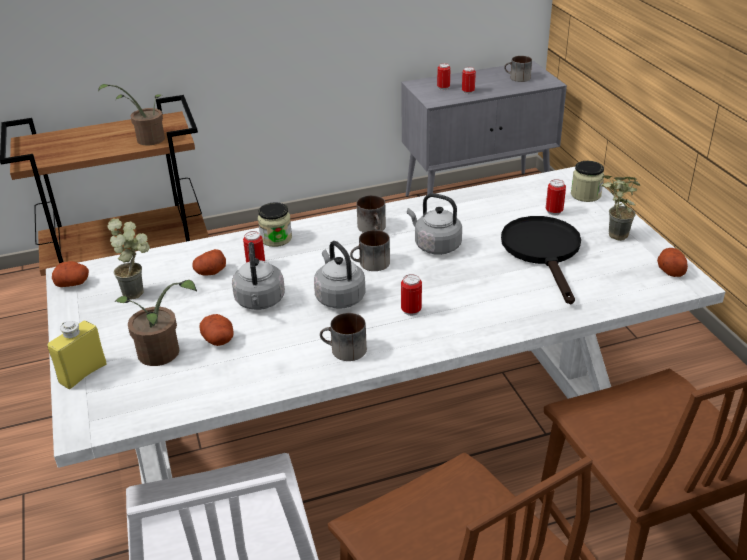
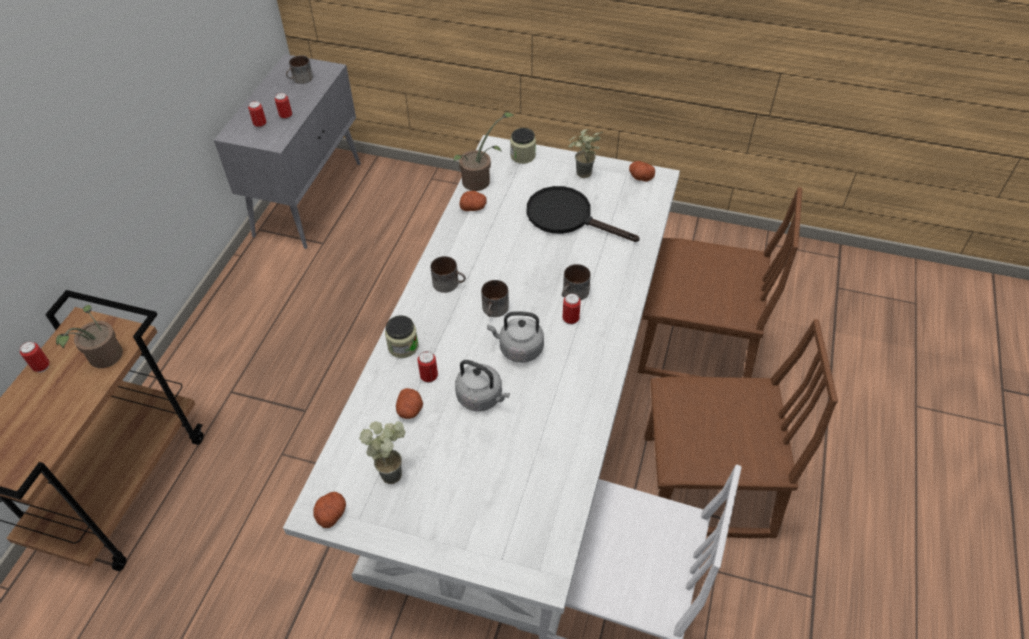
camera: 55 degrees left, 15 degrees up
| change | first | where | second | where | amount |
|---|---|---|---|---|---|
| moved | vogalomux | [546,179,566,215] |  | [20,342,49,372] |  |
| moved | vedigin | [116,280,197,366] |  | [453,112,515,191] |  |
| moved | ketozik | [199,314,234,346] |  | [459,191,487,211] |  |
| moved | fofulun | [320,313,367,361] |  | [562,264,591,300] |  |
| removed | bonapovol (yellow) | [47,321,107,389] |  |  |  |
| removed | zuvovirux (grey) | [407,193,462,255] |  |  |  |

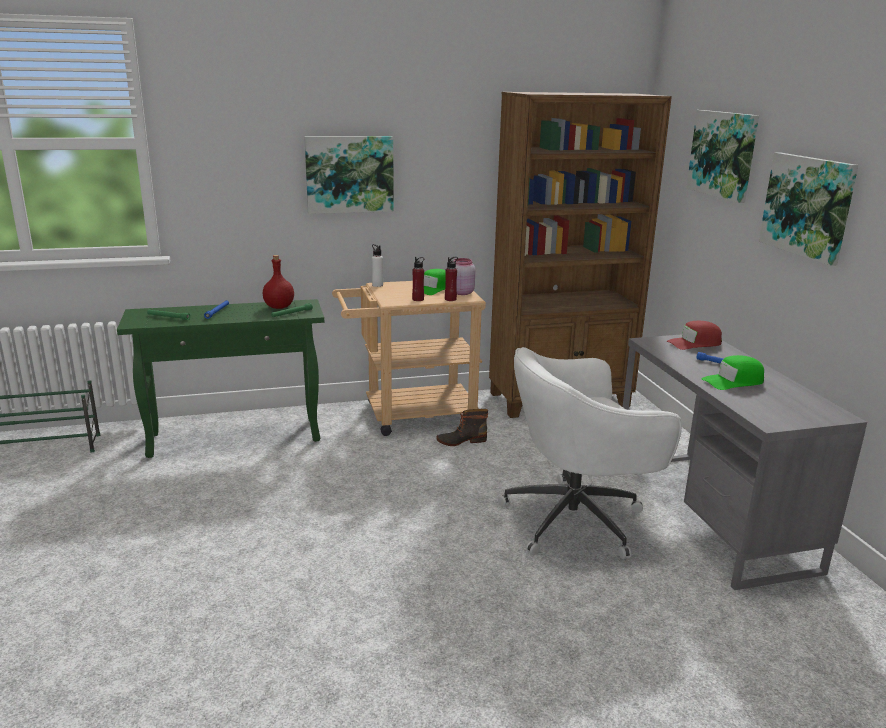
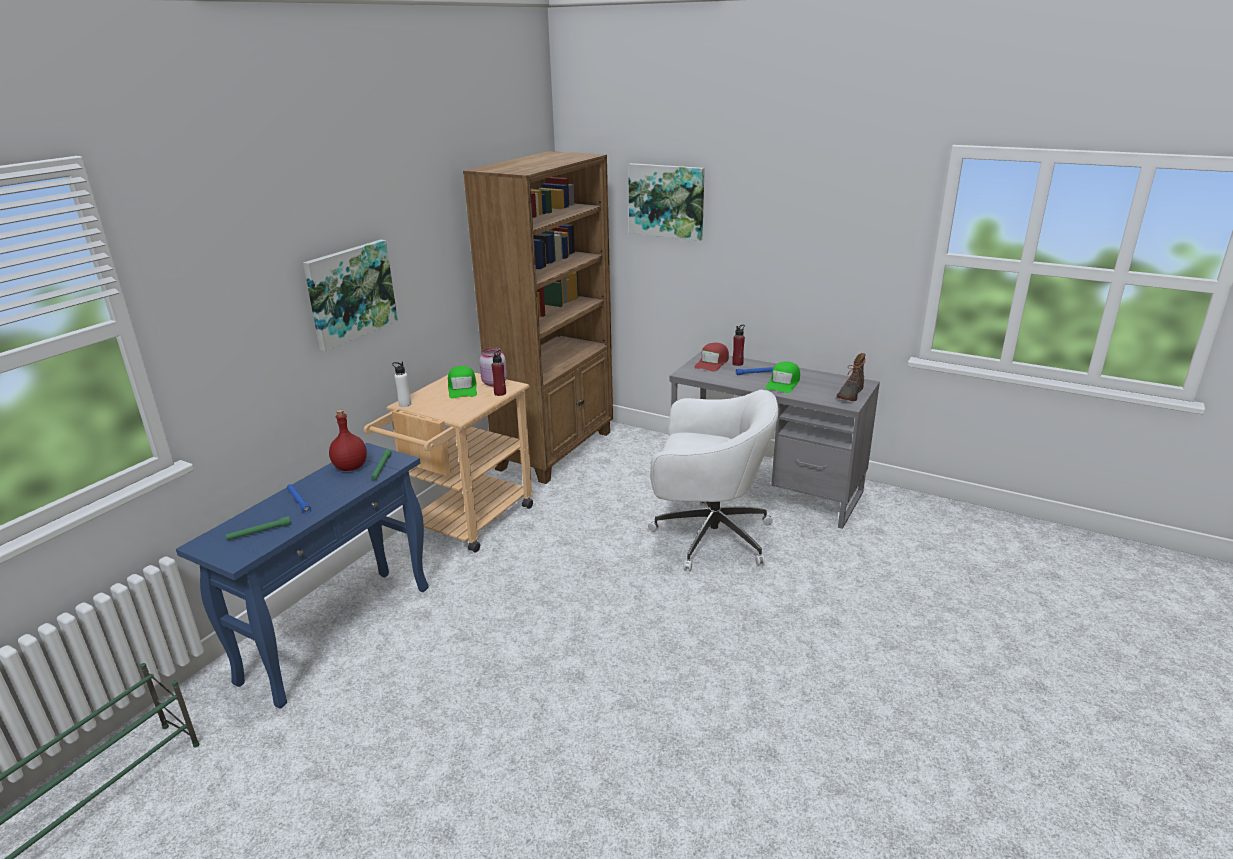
camera: 45 degrees left, 5 degrees up
| change | first | where | second | where | amount |
|---|---|---|---|---|---|
| recoloured | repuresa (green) | [117,299,324,458] | repuresa (blue) | [176,443,429,709] |  |
| turned | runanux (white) | [498,347,682,559] |  | [648,390,779,571] | 105 degrees counterclockwise |
| moved | bonapovol (red) | [412,257,424,301] |  | [732,325,745,366] |  |
| moved | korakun | [436,409,488,446] |  | [837,353,865,401] |  |
| removed | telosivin | [759,152,858,266] |  |  |  |

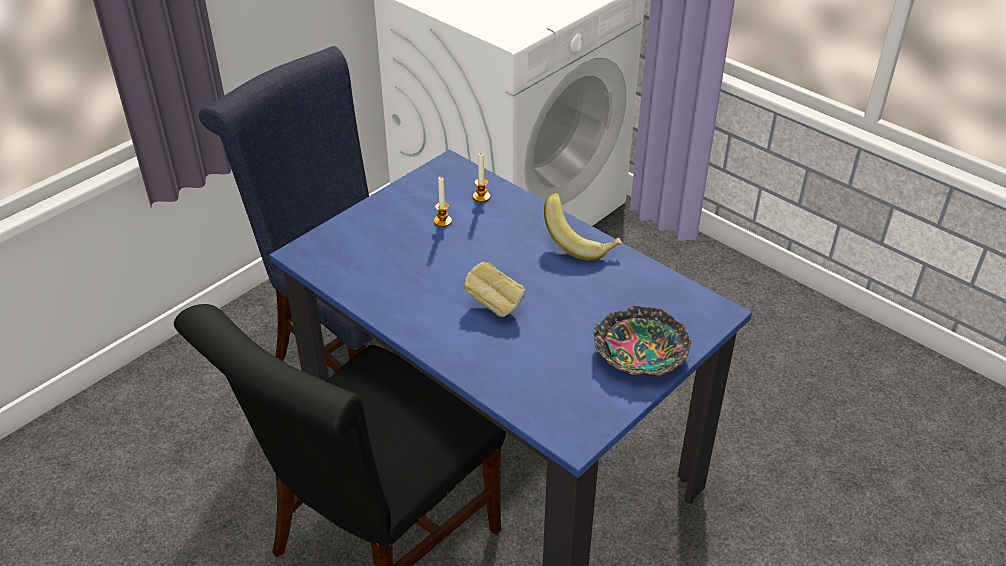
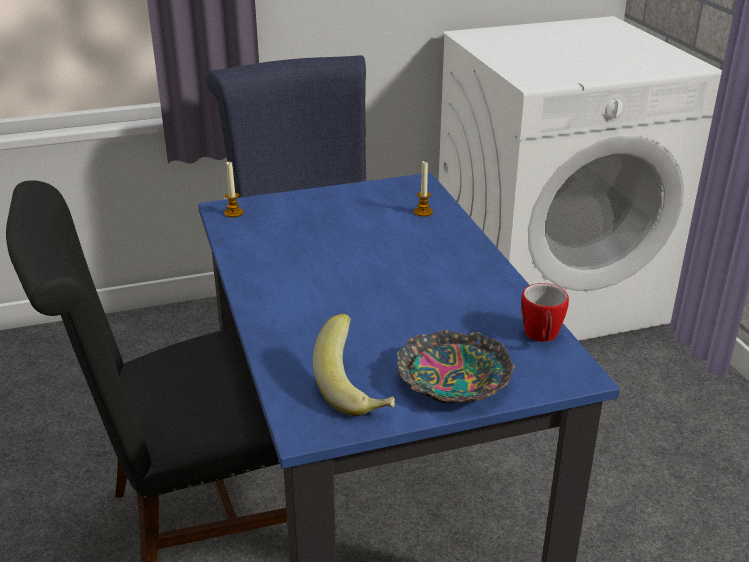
camera: 30 degrees right, 10 degrees down
| change | first | where | second | where | amount |
|---|---|---|---|---|---|
| moved | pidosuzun | [434,177,452,227] |  | [224,162,243,217] |  |
| moved | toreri | [544,193,622,261] |  | [313,314,395,416] |  |
| added |  |  | fofulun | [521,283,569,342] |  |
| removed | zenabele | [464,261,525,317] |  |  |  |

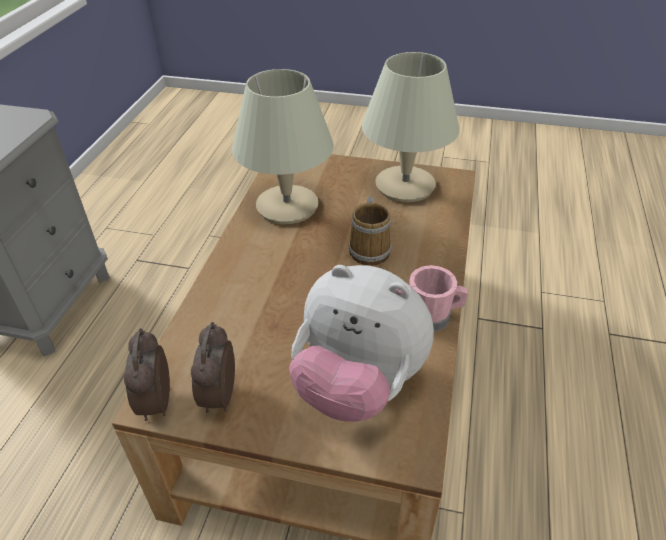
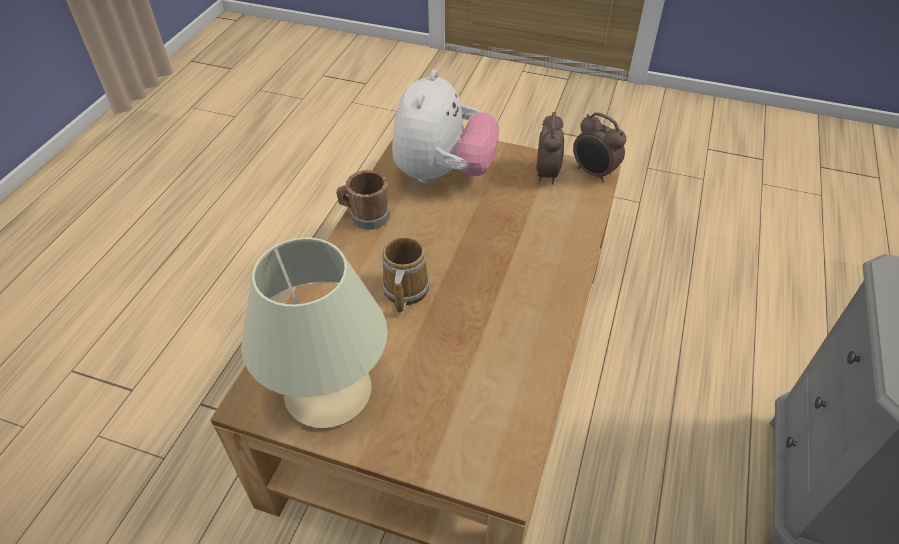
camera: 175 degrees left, 5 degrees up
| change | first | where | second | where | amount |
|---|---|---|---|---|---|
| recoloured | fofulun (pink) | [409,265,468,332] | fofulun (brown) | [336,170,389,230] |  |
| turned | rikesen | [289,265,434,422] |  | [392,70,499,184] | 75 degrees clockwise |
| turned | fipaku | [124,328,170,421] |  | [573,112,626,182] | 135 degrees clockwise |
| removed | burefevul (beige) | [232,69,334,224] |  |  |  |

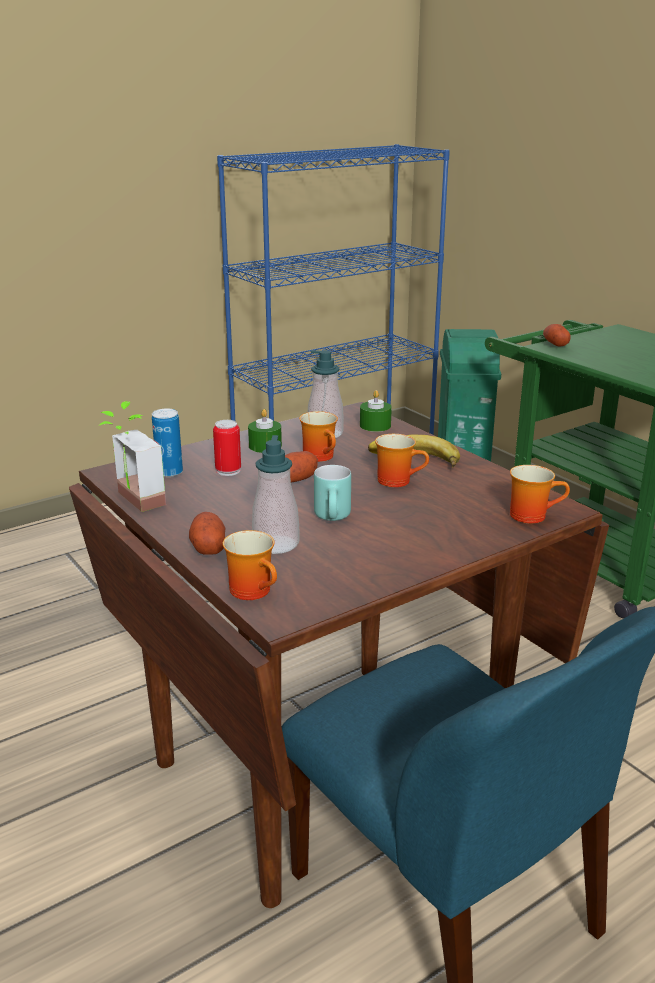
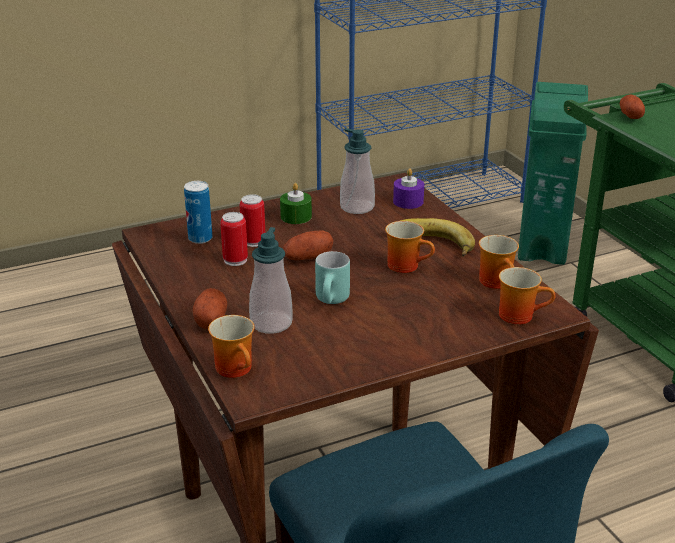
camera: 10 degrees right, 5 degrees up
| change | first | where | second | where | amount |
|---|---|---|---|---|---|
| added |  |  | vogalomux | [220,212,248,266] |  |
| recoloured | pidosuzun (green) | [360,390,392,432] | pidosuzun (purple) | [393,168,424,209] |  |
| moved | fofulun | [299,411,338,462] |  | [479,235,519,289] |  |
| removed | vedigin | [98,401,166,512] |  |  |  |

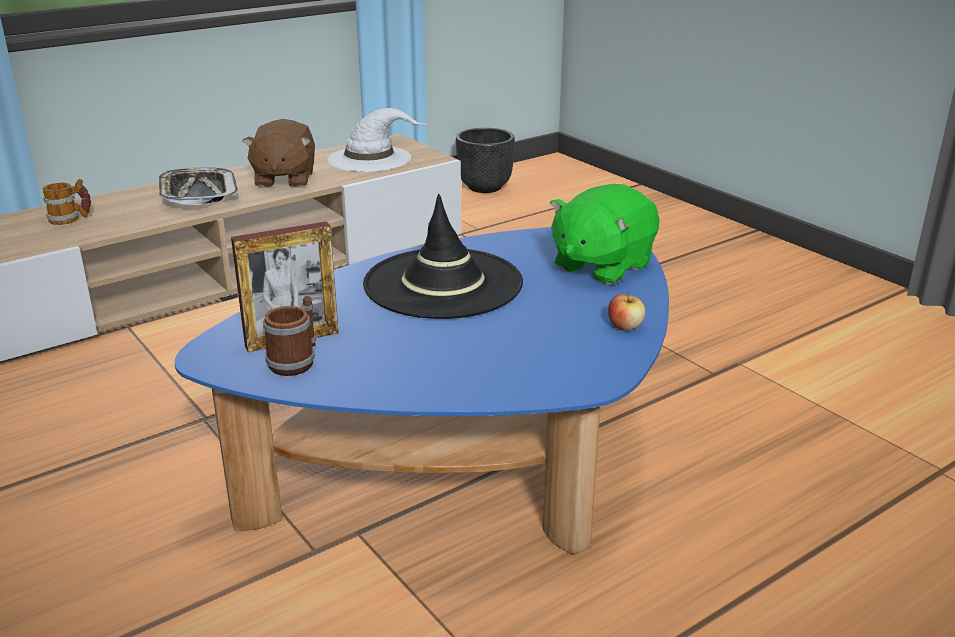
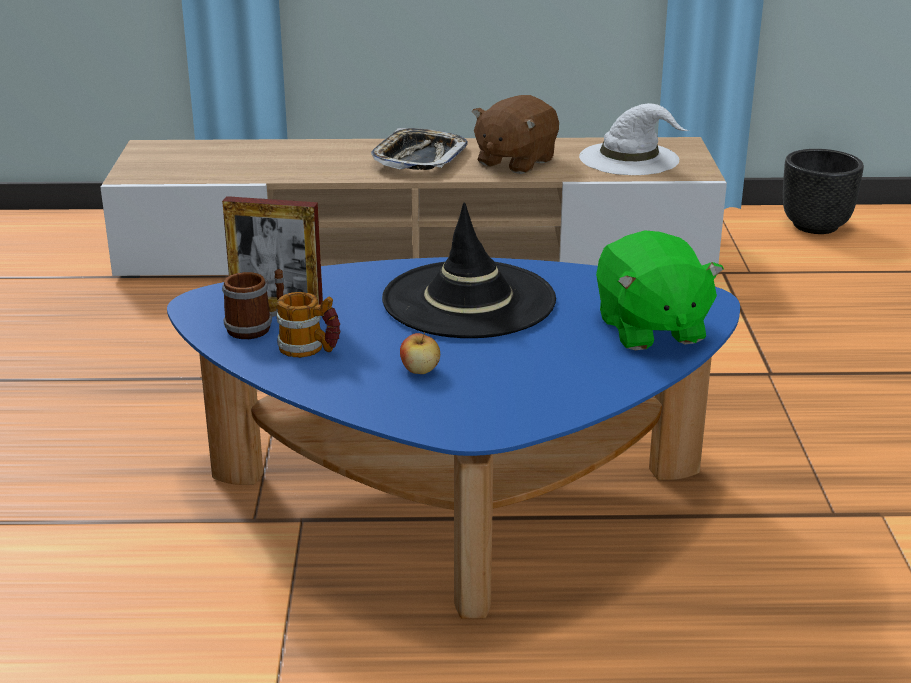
camera: 35 degrees right, 0 degrees up
| change | first | where | second | where | amount |
|---|---|---|---|---|---|
| moved | fofulun | [43,179,91,225] |  | [277,292,340,358] |  |
| moved | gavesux | [608,291,646,330] |  | [400,332,440,374] |  |
| turned | rikesen (green) | [550,184,659,285] |  | [596,230,724,350] | 90 degrees counterclockwise |

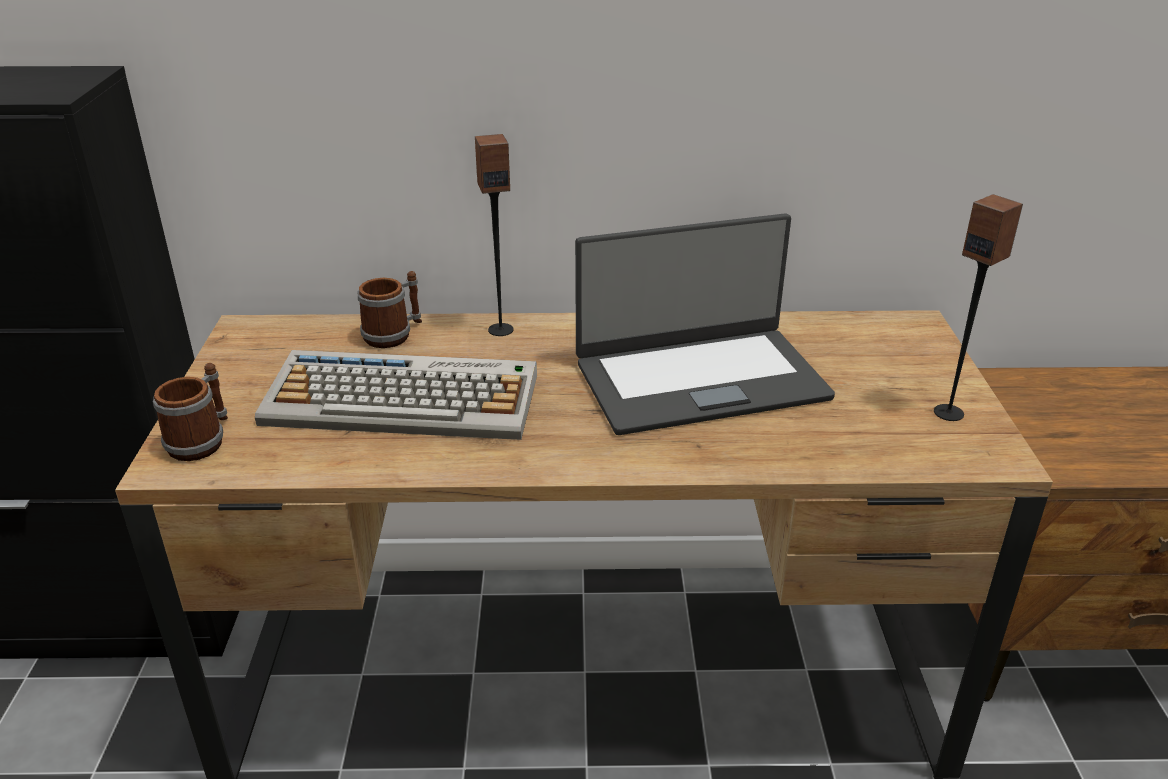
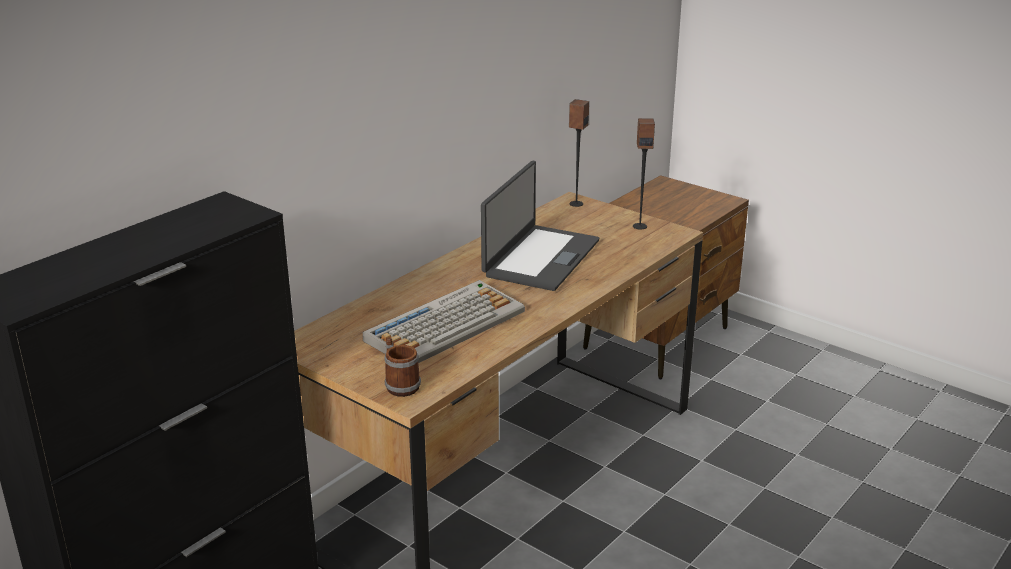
camera: 50 degrees left, 5 degrees down
| change | first | where | second | where | amount |
|---|---|---|---|---|---|
| moved | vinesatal | [475,134,514,336] |  | [569,99,589,207] |  |
| removed | fofulun | [358,271,422,348] |  |  |  |

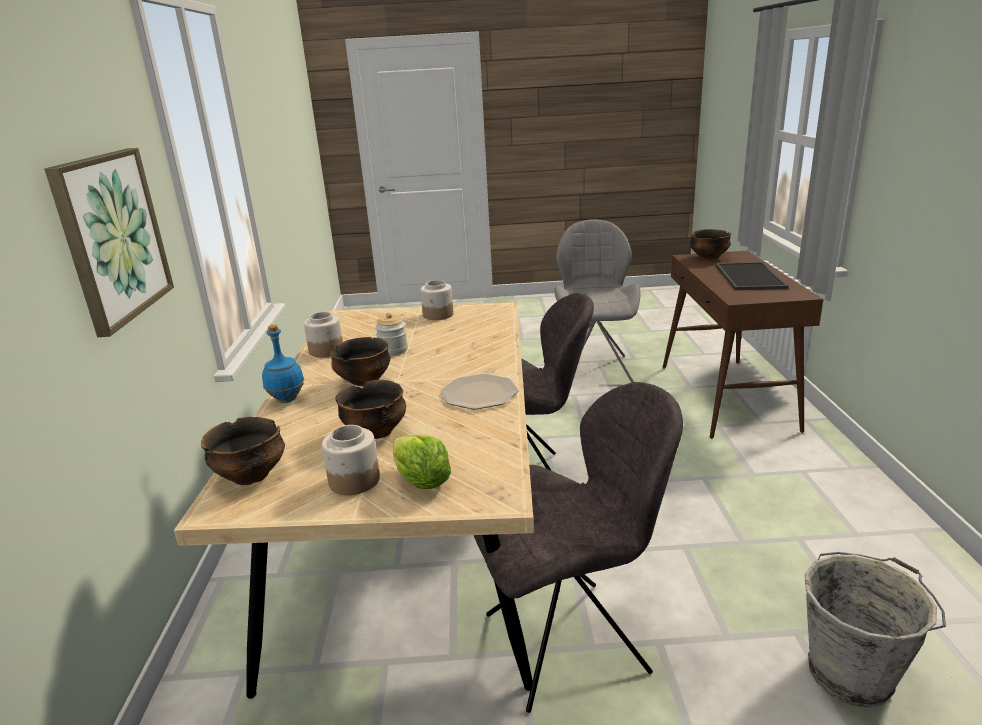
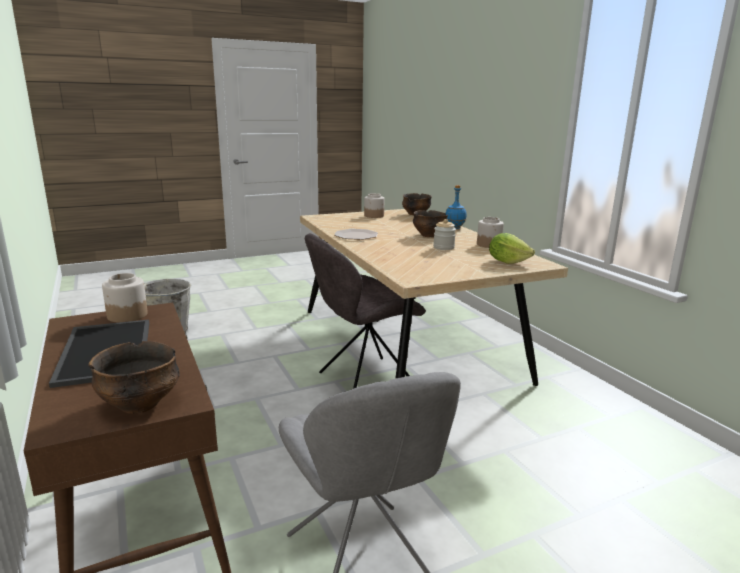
camera: 155 degrees right, 5 degrees down
| change | first | where | second | where | amount |
|---|---|---|---|---|---|
| moved | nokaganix | [420,280,453,320] |  | [102,273,148,323] |  |
| moved | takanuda | [393,435,451,489] |  | [489,233,535,264] |  |
| removed | telosivin | [44,148,174,337] |  |  |  |
| removed | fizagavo | [335,380,406,439] |  |  |  |
| removed | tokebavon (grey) | [474,382,683,713] |  |  |  |

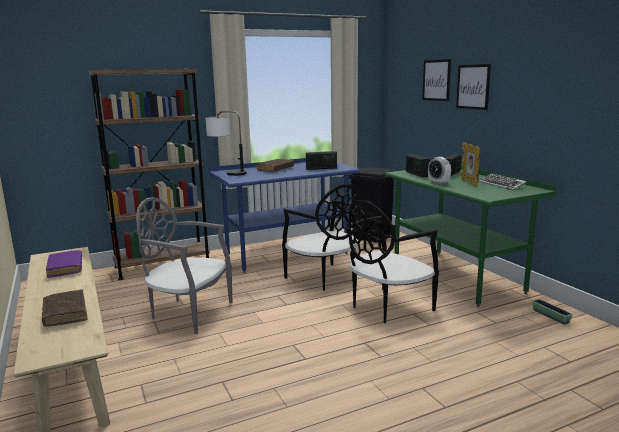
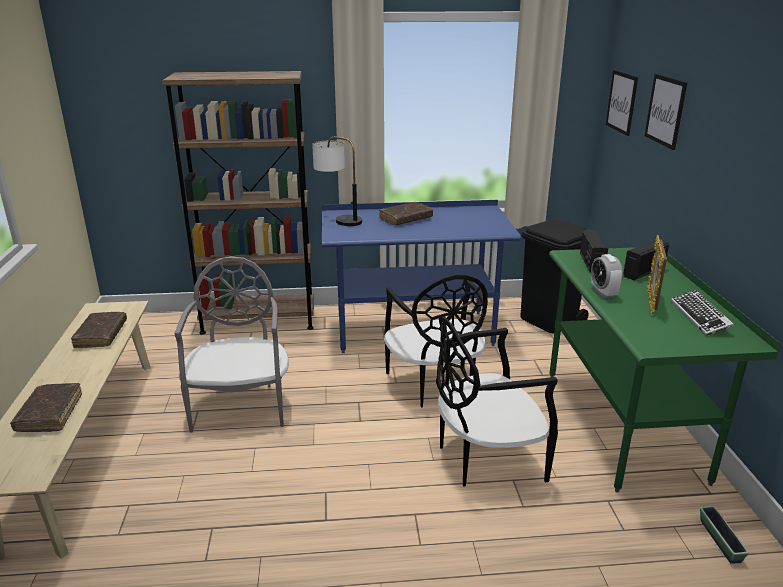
camera: 20 degrees right, 10 degrees up
| change | first | where | second | where | amount |
|---|---|---|---|---|---|
| recoloured | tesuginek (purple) | [46,250,82,278] | tesuginek (brown) | [71,312,127,348] |  |
| turned | tokebavon (grey) | [136,197,232,334] |  | [175,256,289,433] | 45 degrees clockwise |
| moved | telosivin | [456,64,491,110] |  | [606,70,638,136] |  |
| removed | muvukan | [306,151,337,170] |  |  |  |

